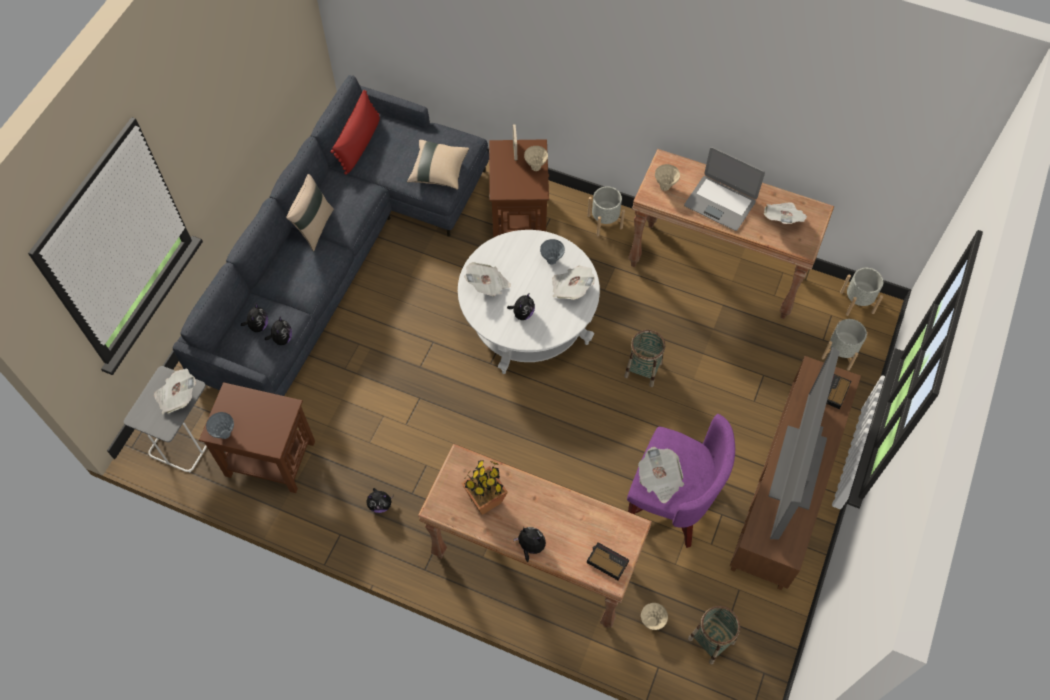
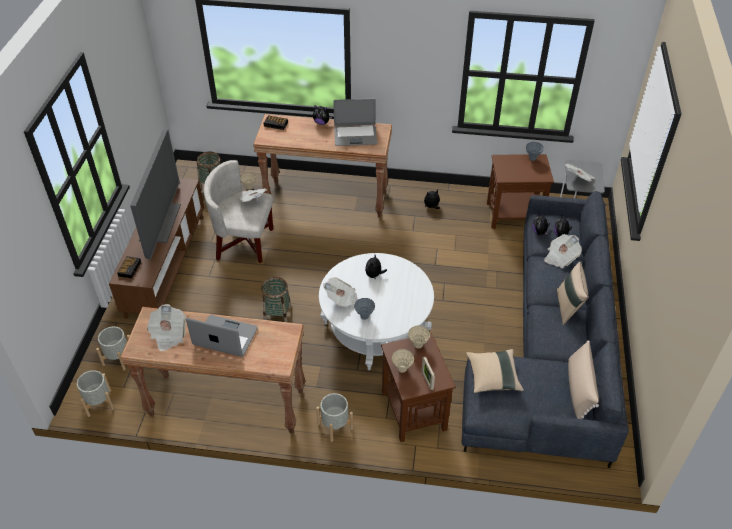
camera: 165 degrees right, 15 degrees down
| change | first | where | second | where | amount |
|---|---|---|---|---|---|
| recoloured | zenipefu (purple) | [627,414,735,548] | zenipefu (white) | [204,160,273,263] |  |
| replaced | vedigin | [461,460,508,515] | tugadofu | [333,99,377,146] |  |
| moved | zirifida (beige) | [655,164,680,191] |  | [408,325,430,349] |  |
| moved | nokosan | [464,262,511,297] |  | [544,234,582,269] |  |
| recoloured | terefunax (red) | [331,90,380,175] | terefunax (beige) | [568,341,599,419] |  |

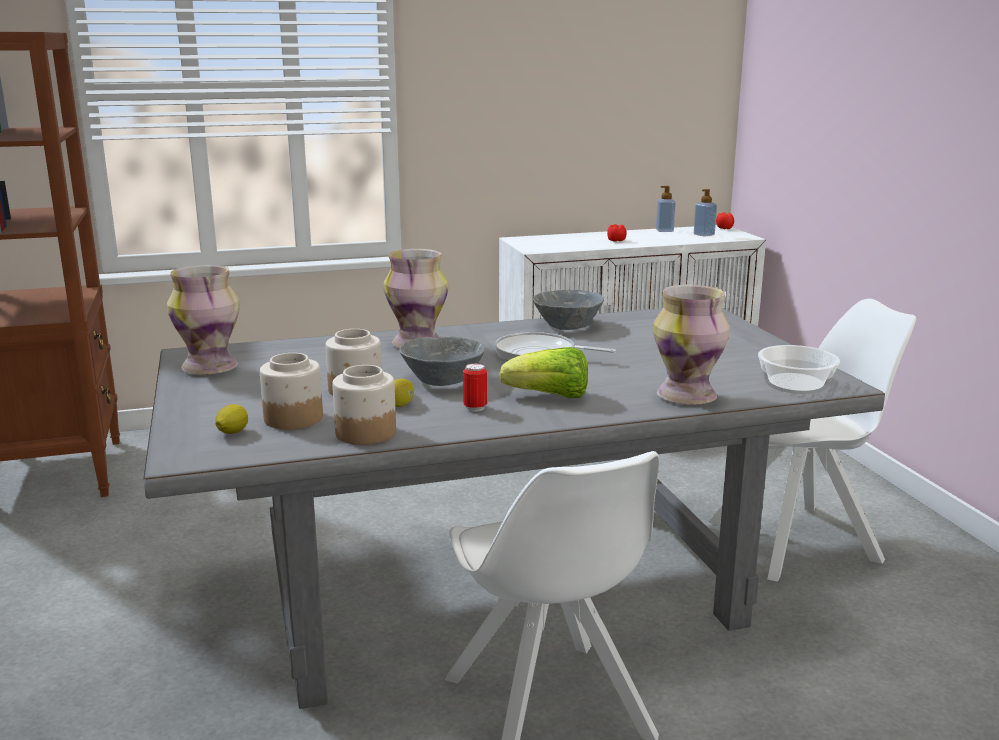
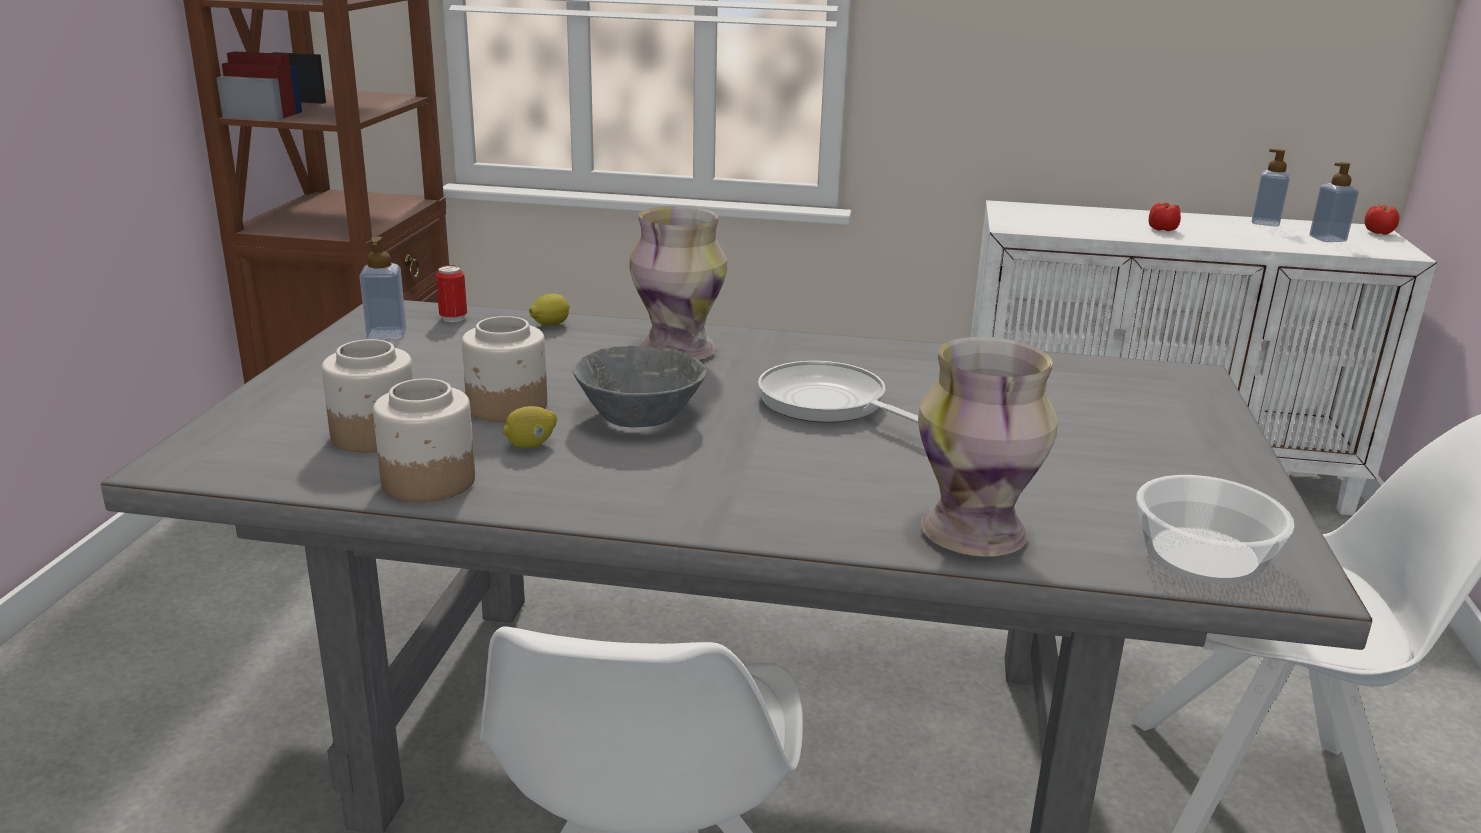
camera: 25 degrees right, 5 degrees up
| change | first | where | second | where | amount |
|---|---|---|---|---|---|
| replaced | zirifida | [167,265,240,375] | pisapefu | [360,237,406,340] |  |
| moved | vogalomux | [463,363,487,412] |  | [436,265,467,322] |  |
| moved | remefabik | [215,404,248,434] |  | [529,294,569,326] |  |
| removed | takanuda | [499,347,588,398] |  |  |  |
| removed | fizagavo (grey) | [533,290,604,330] |  |  |  |

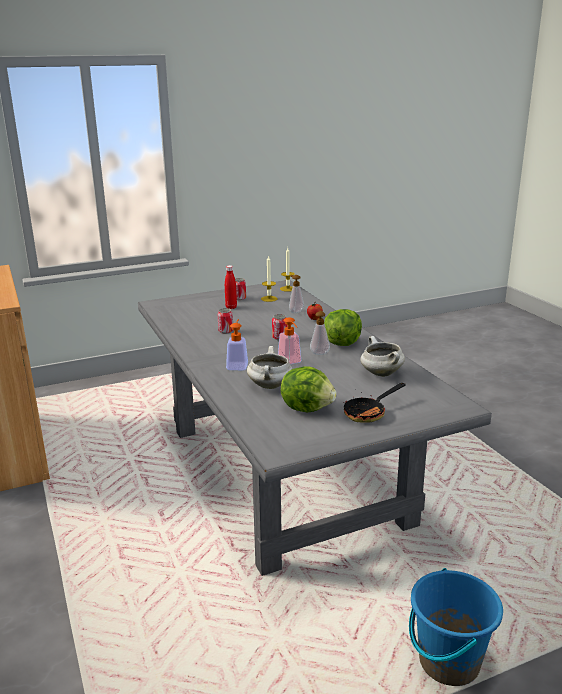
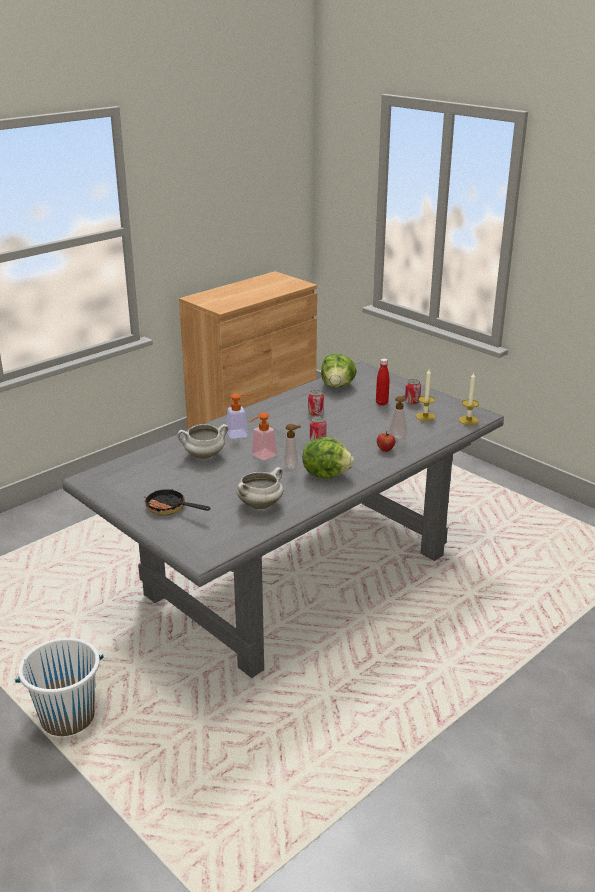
camera: 70 degrees right, 5 degrees up
| change | first | where | second | where | amount |
|---|---|---|---|---|---|
| recoloured | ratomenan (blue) | [409,568,503,686] | ratomenan (white) | [15,638,104,736] |  |
| moved | takanuda | [281,366,337,412] |  | [321,354,357,388] |  |

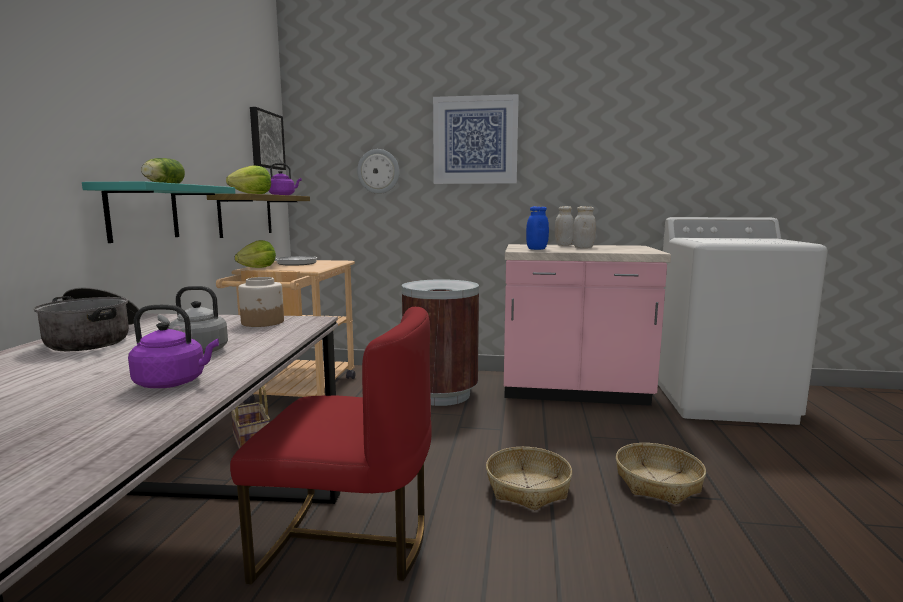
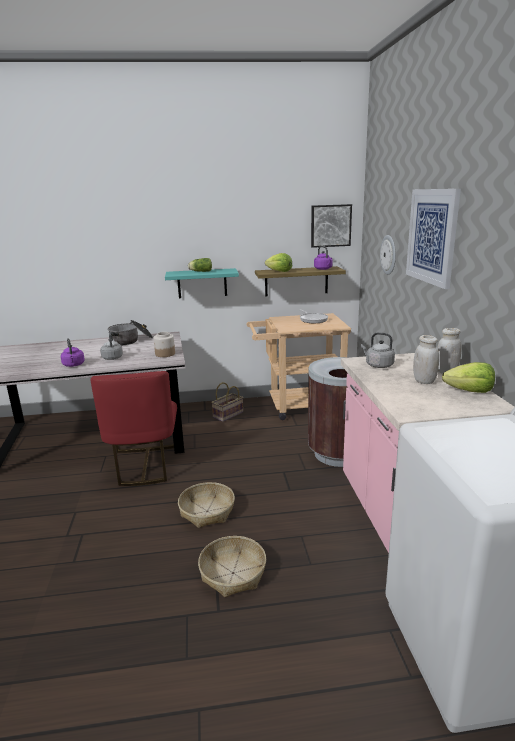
camera: 75 degrees right, 10 degrees up
| change | first | where | second | where | amount |
|---|---|---|---|---|---|
| replaced | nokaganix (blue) | [526,206,549,250] | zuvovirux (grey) | [361,332,395,368] |  |
| moved | takanuda | [235,240,276,268] |  | [442,362,495,393] |  |

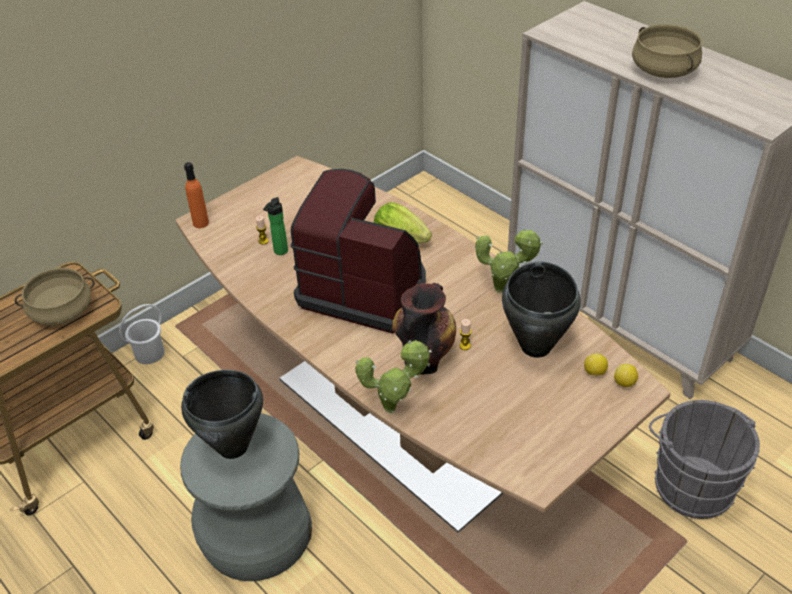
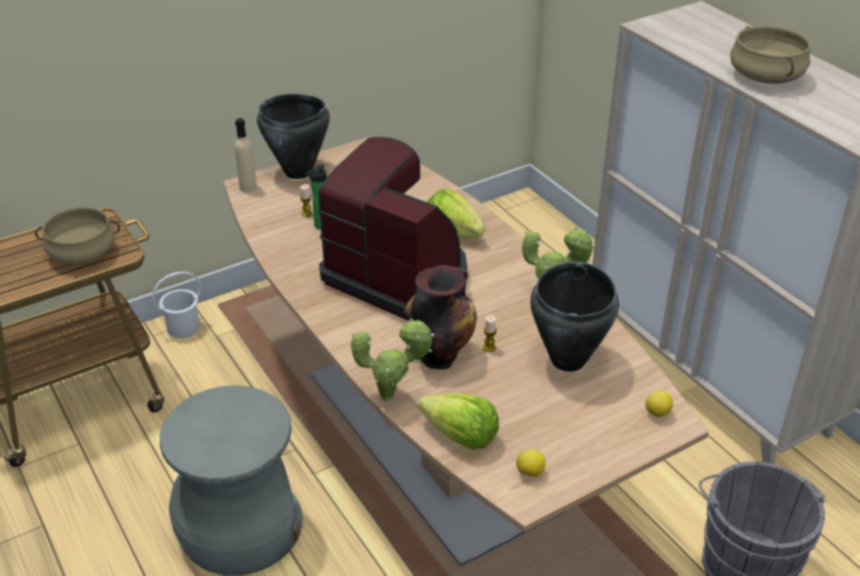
camera: 10 degrees right, 5 degrees down
| change | first | where | second | where | amount |
|---|---|---|---|---|---|
| recoloured | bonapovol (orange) | [184,162,209,228] | bonapovol (beige) | [235,118,257,192] |  |
| moved | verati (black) | [181,370,263,459] |  | [257,94,330,179] |  |
| added |  |  | takanuda | [417,393,499,450] |  |
| moved | remefabik | [584,353,608,375] |  | [516,449,545,477] |  |

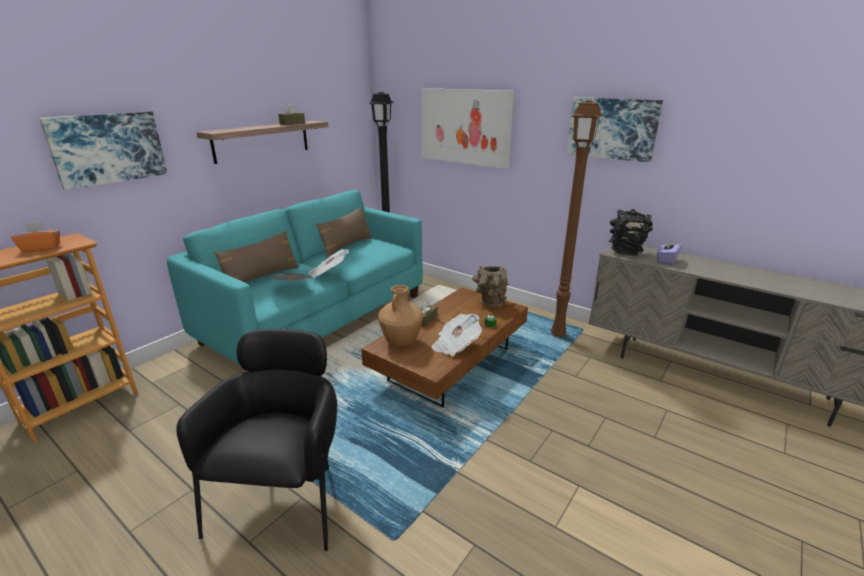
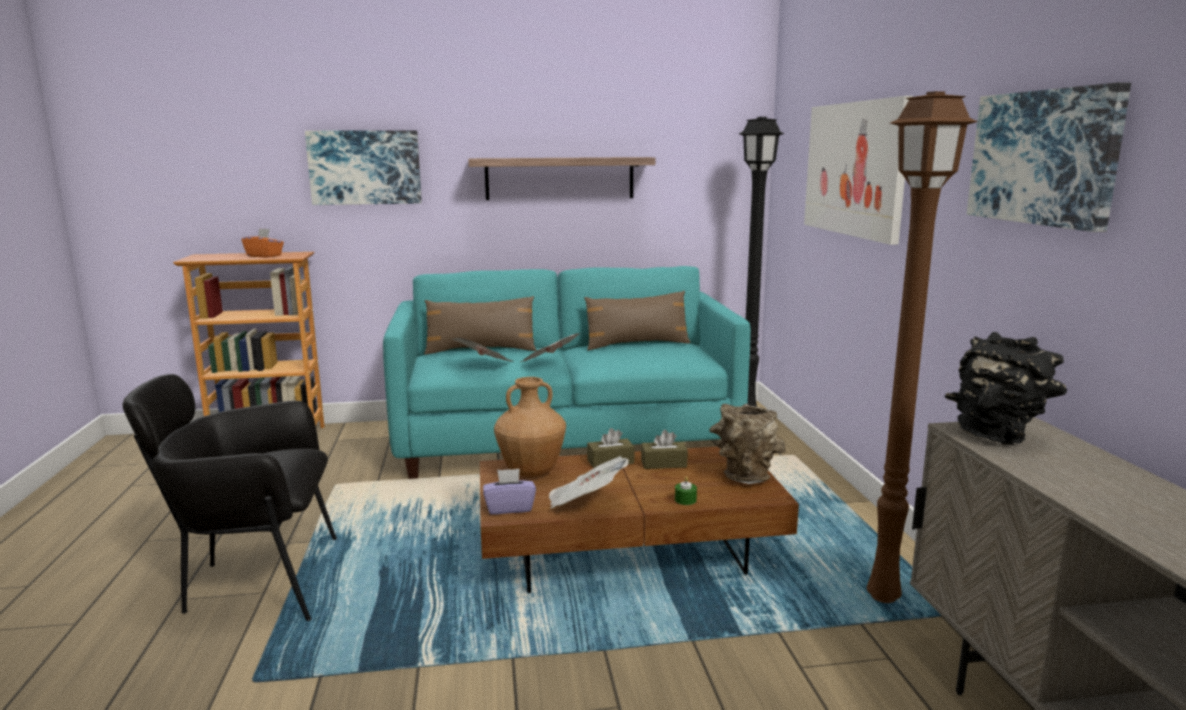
camera: 45 degrees right, 10 degrees down
| change | first | where | second | where | amount |
|---|---|---|---|---|---|
| turned | zenipefu (black) | [176,329,337,551] |  | [122,374,337,621] | 150 degrees counterclockwise |
| moved | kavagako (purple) | [657,238,681,265] |  | [483,469,536,514] |  |
| moved | kavagako (brown) | [278,103,305,125] |  | [641,430,688,469] |  |

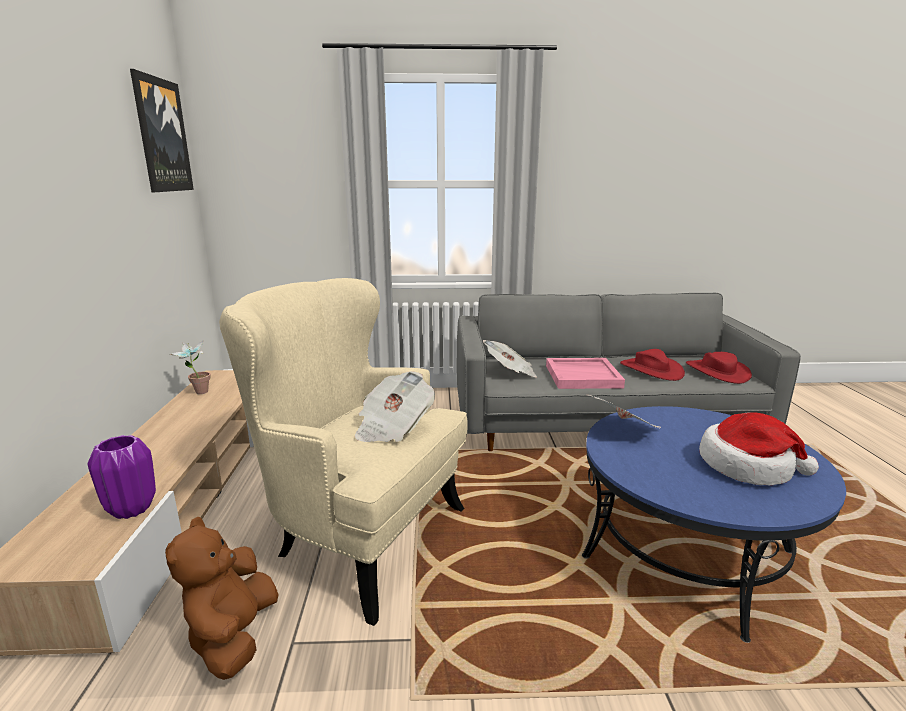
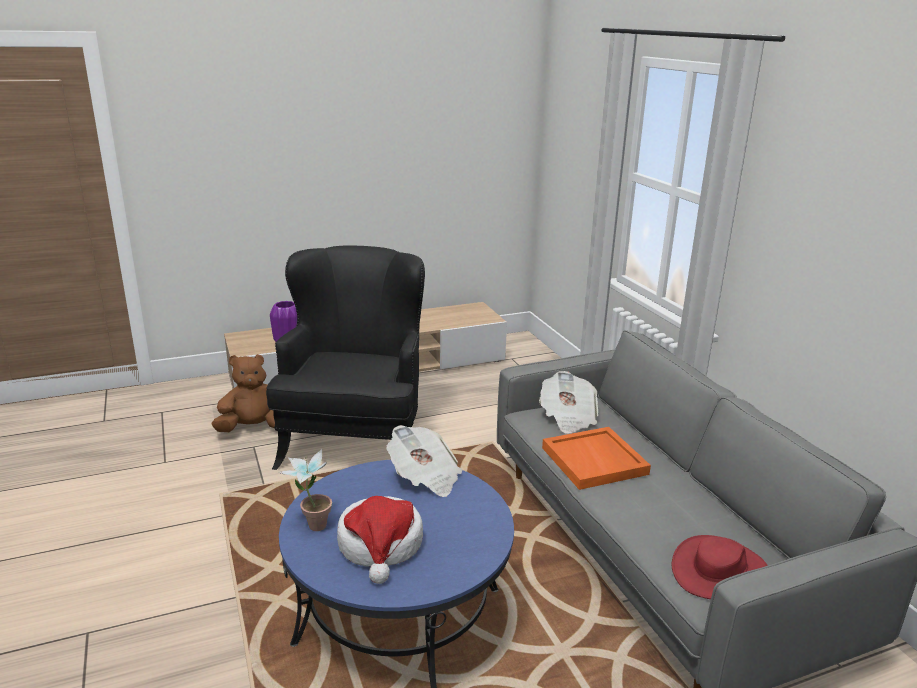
camera: 70 degrees right, 5 degrees up
| change | first | where | second | where | amount |
|---|---|---|---|---|---|
| recoloured | zenipefu (beige) | [219,278,468,626] | zenipefu (black) | [266,246,425,470] |  |
| moved | vedigin | [170,341,211,394] |  | [279,449,332,531] |  |
| recoloured | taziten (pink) | [546,358,625,389] | taziten (orange) | [542,427,651,490] |  |
| removed | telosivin | [130,69,194,192] |  |  |  |
| removed | nokosan | [354,371,435,442] |  |  |  |
| removed | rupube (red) | [620,349,685,381] |  |  |  |

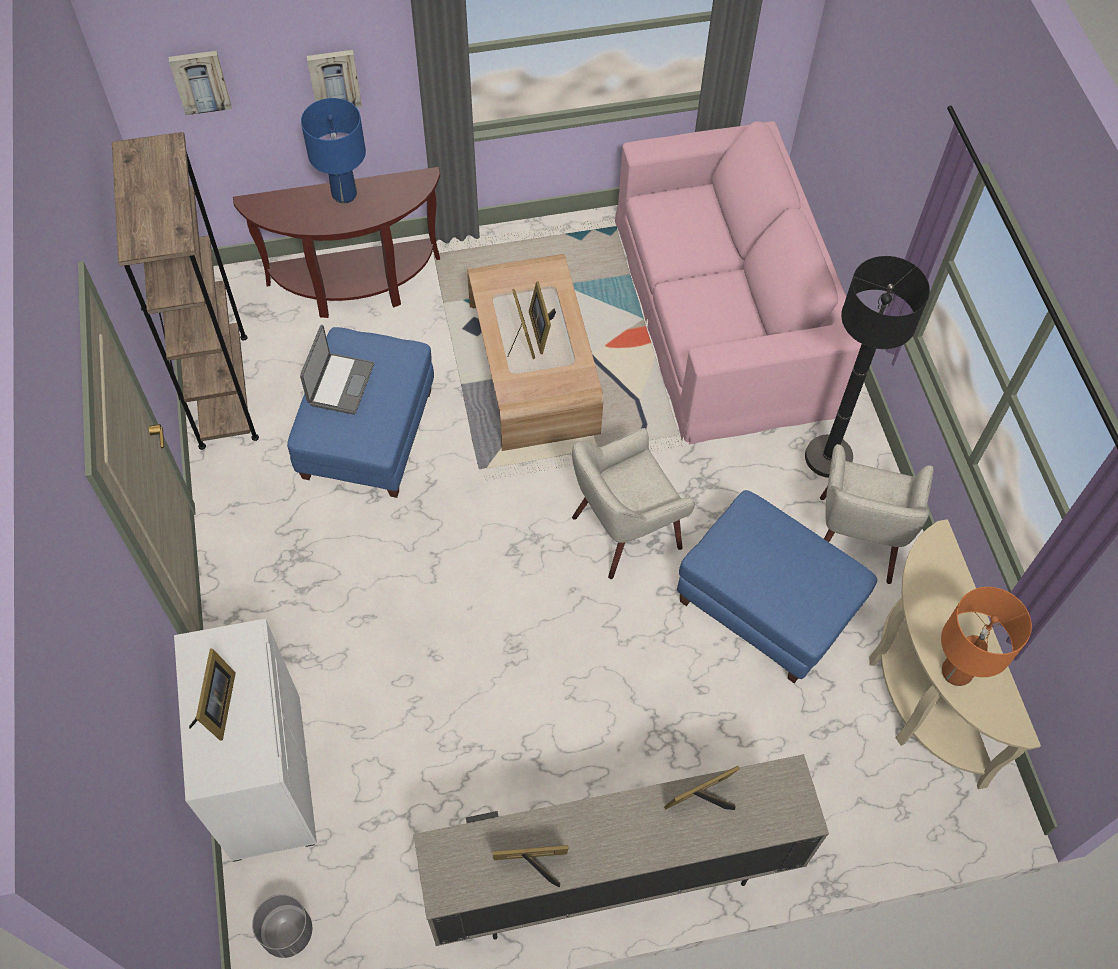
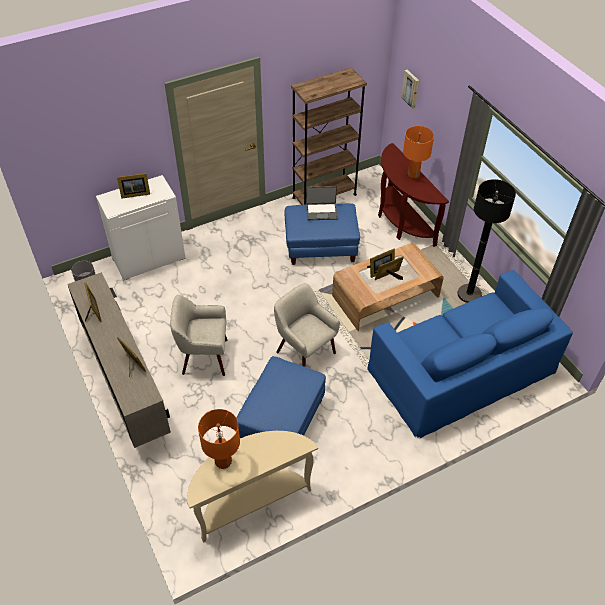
camera: 75 degrees right, 10 degrees down
| change | first | where | second | where | amount |
|---|---|---|---|---|---|
| moved | zenipefu (beige) | [820,444,934,584] |  | [170,295,228,376] |  |
| recoloured | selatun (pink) | [615,121,862,445] | selatun (blue) | [367,270,573,438] |  |
| recoloured | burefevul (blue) | [301,98,366,203] | burefevul (orange) | [403,126,434,179] |  |
| moved | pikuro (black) | [805,256,930,478] |  | [457,179,516,303] |  |
| removed | telosivin | [307,50,362,108] |  |  |  |

